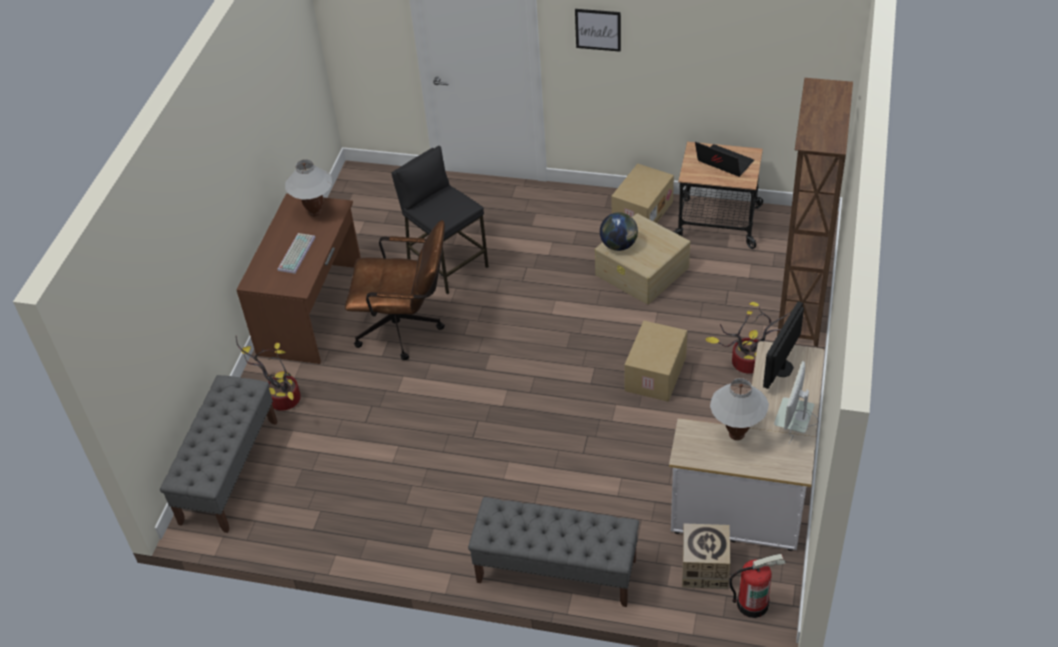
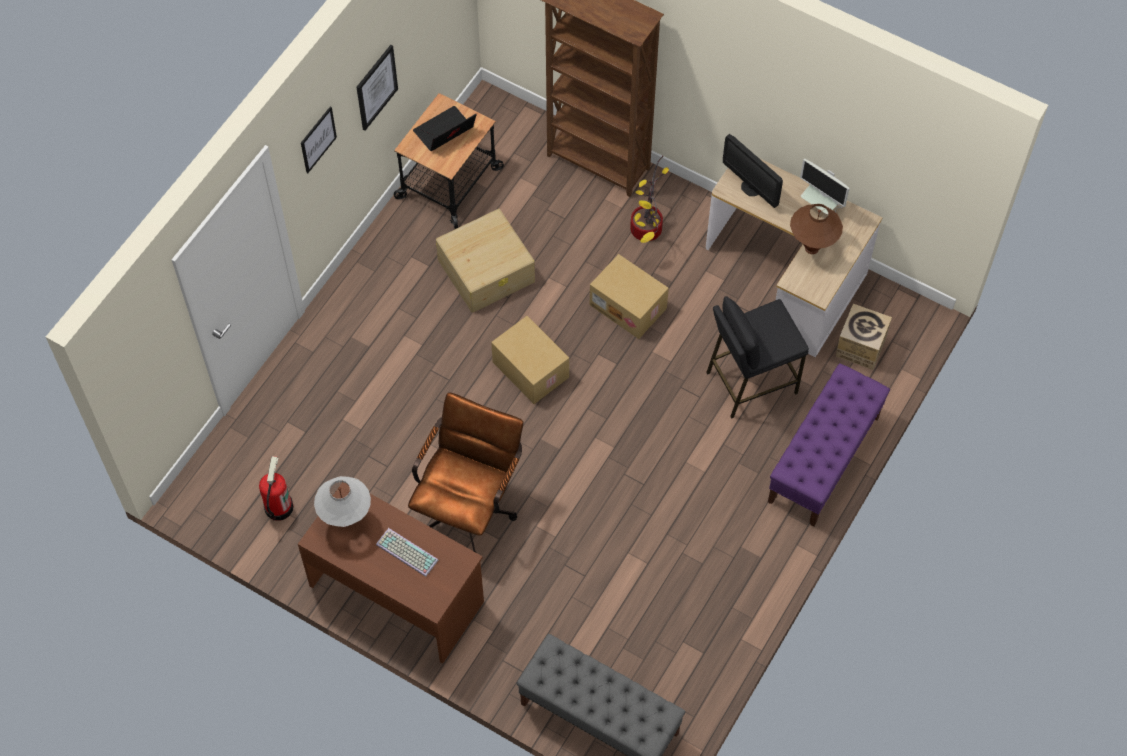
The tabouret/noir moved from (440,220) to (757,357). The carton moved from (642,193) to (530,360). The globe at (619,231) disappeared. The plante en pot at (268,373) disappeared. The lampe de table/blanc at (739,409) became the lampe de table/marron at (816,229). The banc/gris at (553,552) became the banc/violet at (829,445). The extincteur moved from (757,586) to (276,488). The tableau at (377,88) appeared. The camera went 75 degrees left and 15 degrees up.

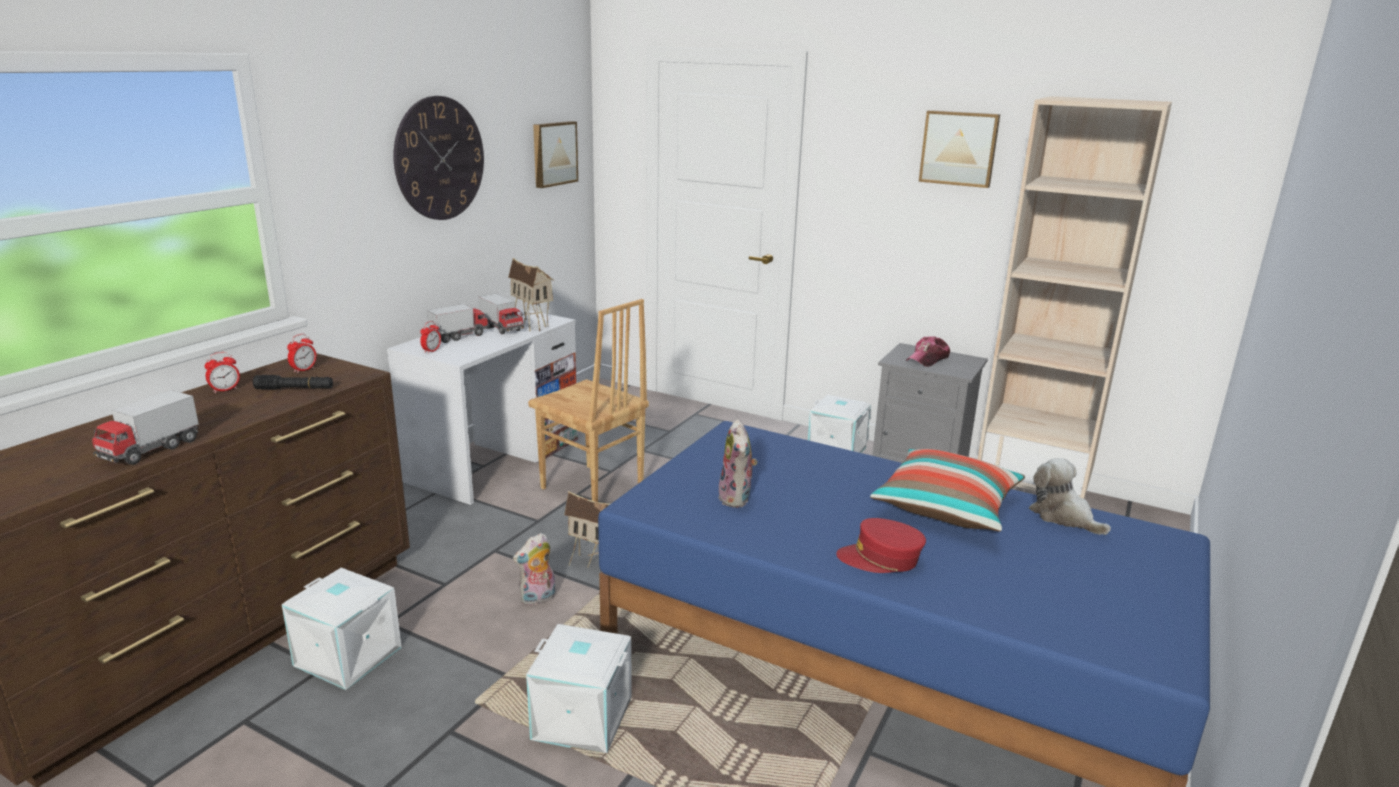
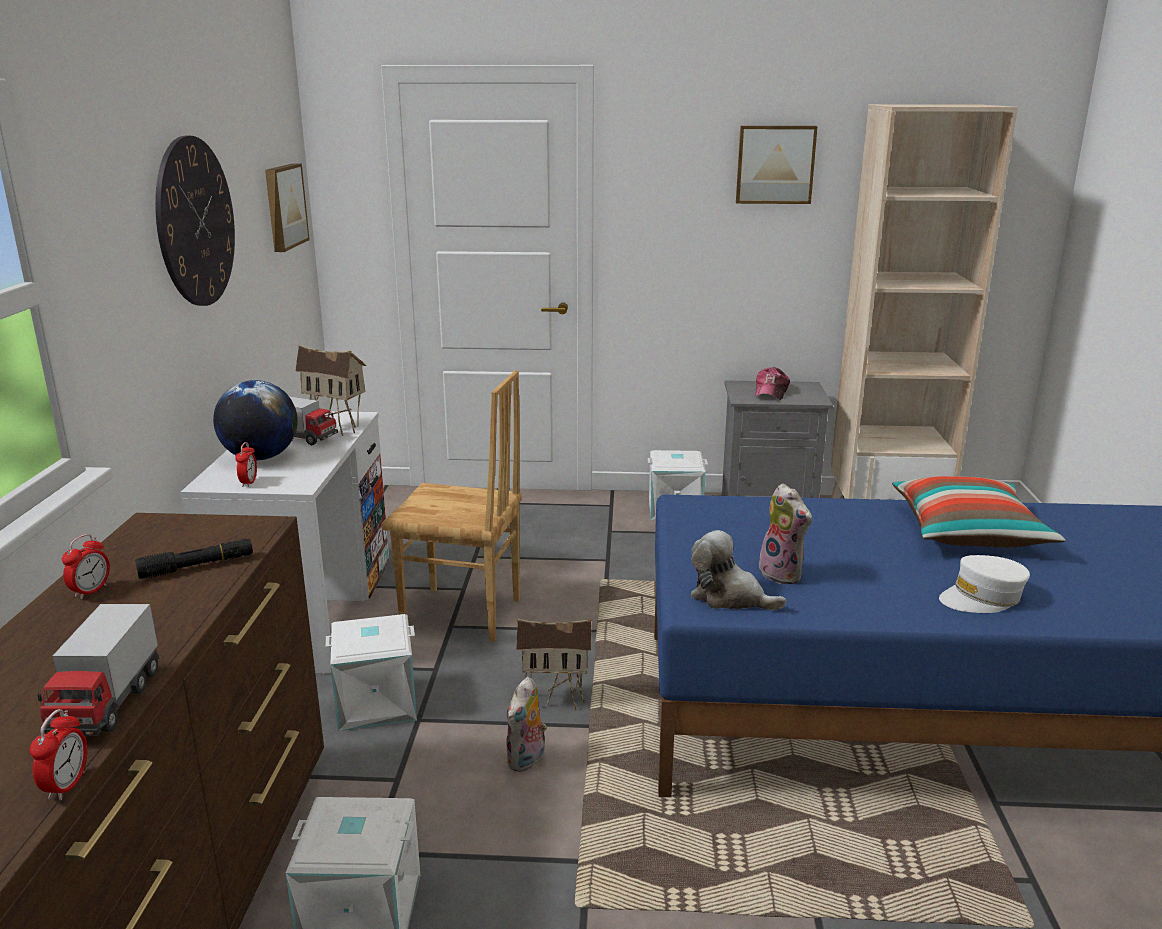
The camion jouet at (458,323) was replaced by the globe at (255,420). The réveil moved from (302,353) to (59,755). The peluche moved from (1070,496) to (738,570). The casquette/rouge at (881,545) became the casquette/blanc at (984,584). The boîte de rangement/blanc moved from (579,688) to (371,672). The camera went 25 degrees left and 0 degrees up.

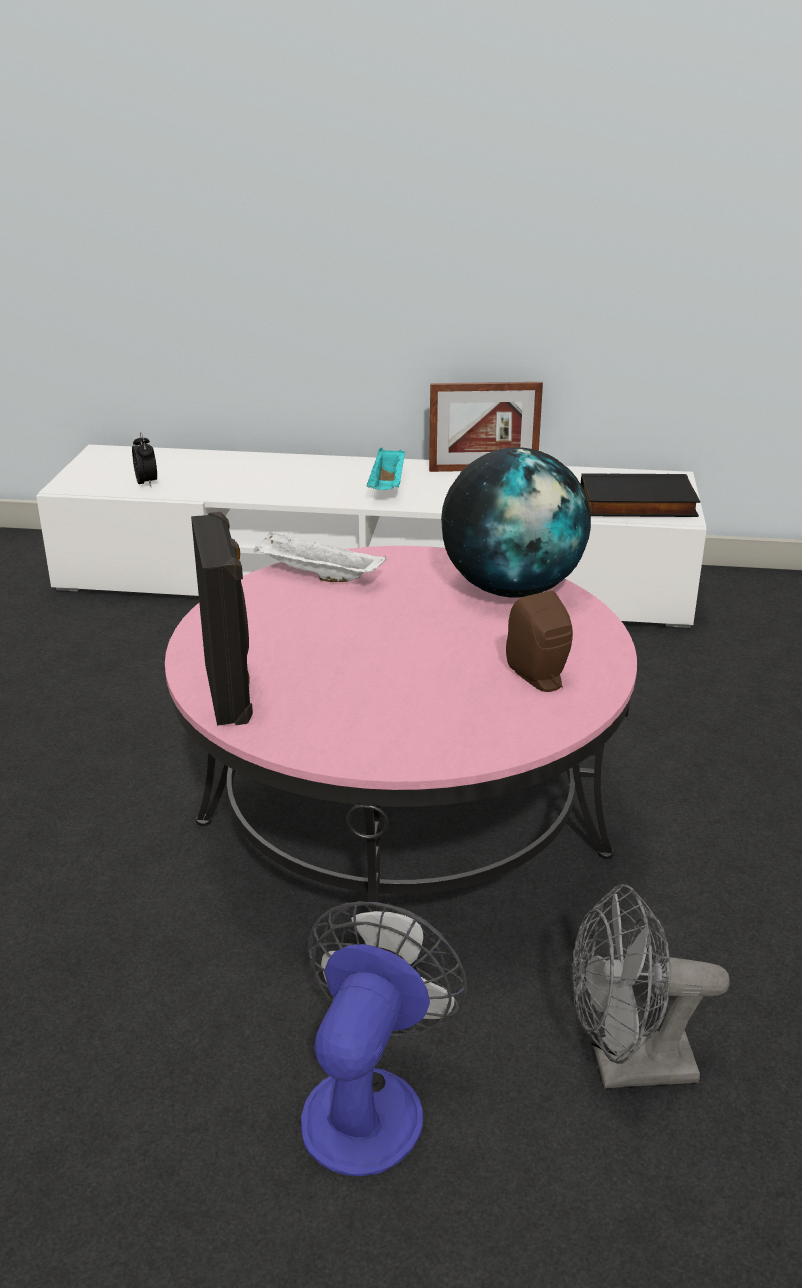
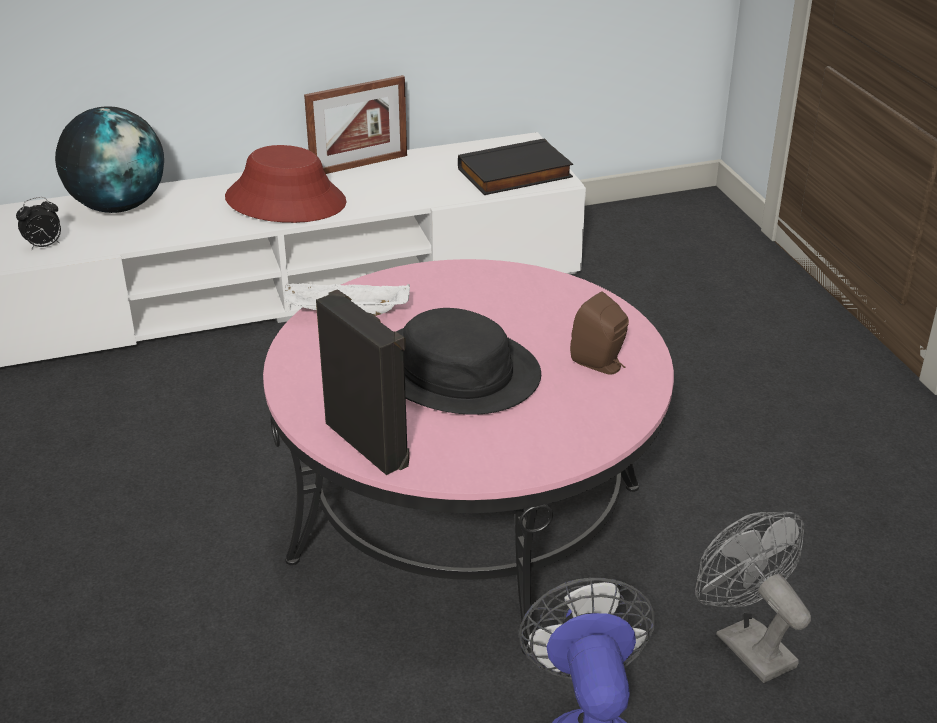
The réveil at (144,459) turned 105 degrees clockwise. The globe moved from (516,522) to (109,159). The plateau/turquoise at (386,469) was replaced by the chapeau/rouge at (286,184). The ventilateur/gris at (650,986) turned 90 degrees clockwise. The chapeau/noir at (468,361) appeared. The camera went 25 degrees left and 5 degrees up.

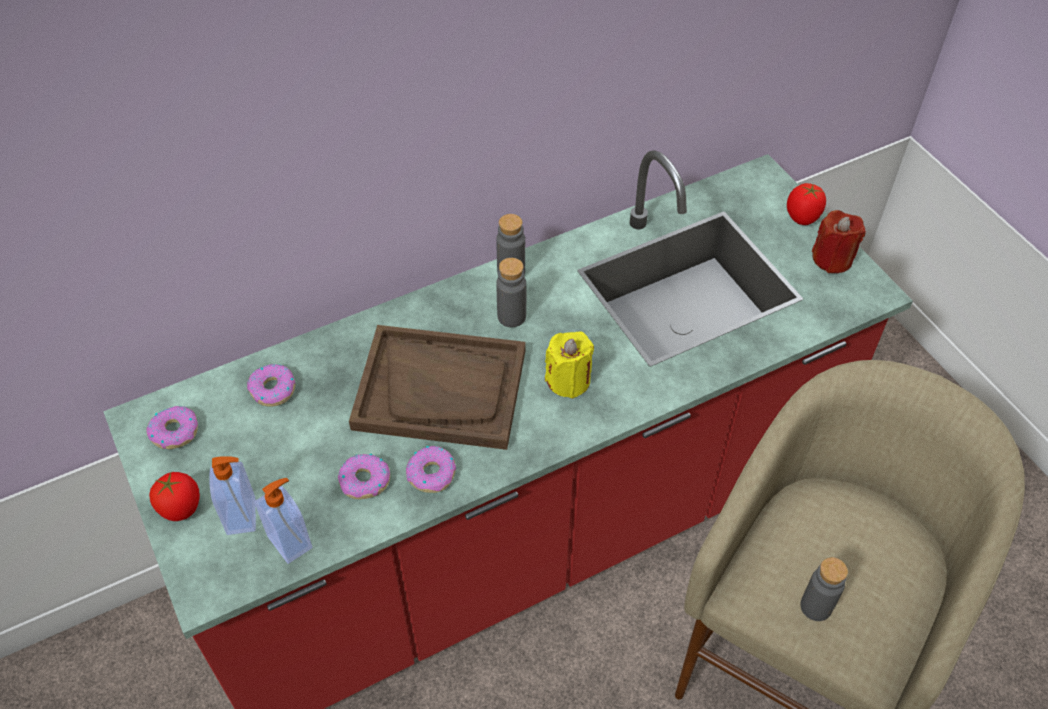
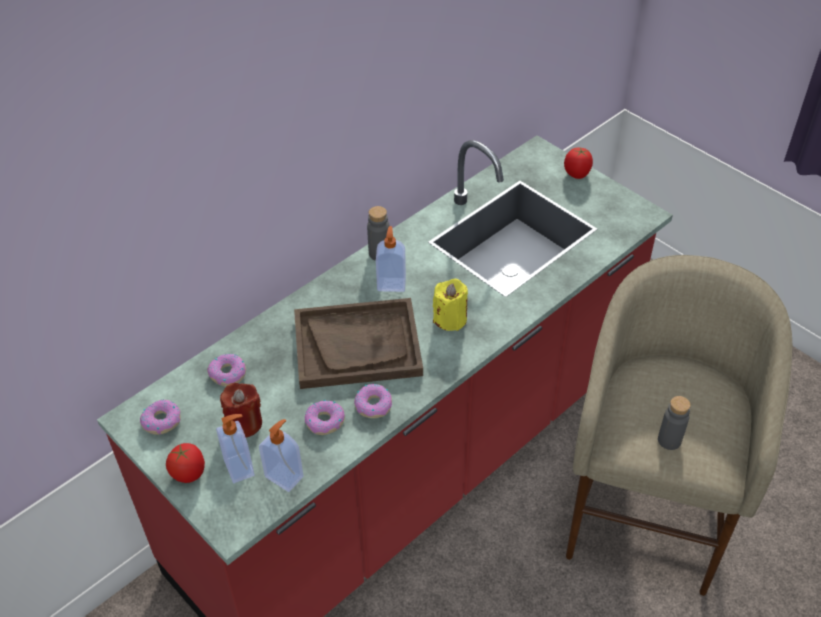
The bougie/rouge moved from (839,241) to (241,410). The bouteille/gris at (511,292) was replaced by the distributeur de savon at (391,259). The camera went 15 degrees left and 5 degrees down.

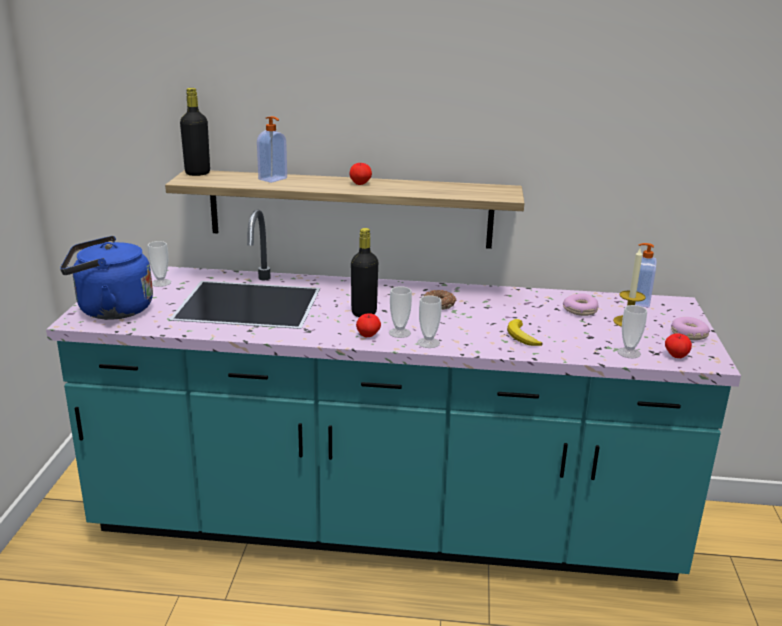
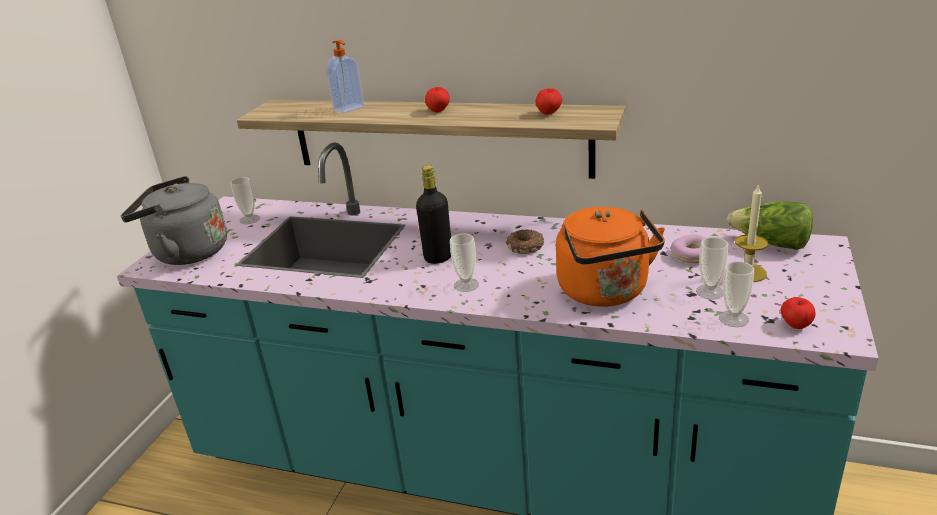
The bouteille/noir at (195,132) disappeared. The bouilloire/bleu at (106,278) became the bouilloire/gris at (174,220). The distributeur de savon at (645,275) was replaced by the laitue at (769,226). The tasse moved from (429,321) to (712,268). The pomme moved from (368,325) to (548,101). The beignet at (690,328) disappeared. The banane at (525,332) was replaced by the bouilloire/orange at (610,257). The camera went 15 degrees right and 5 degrees up.

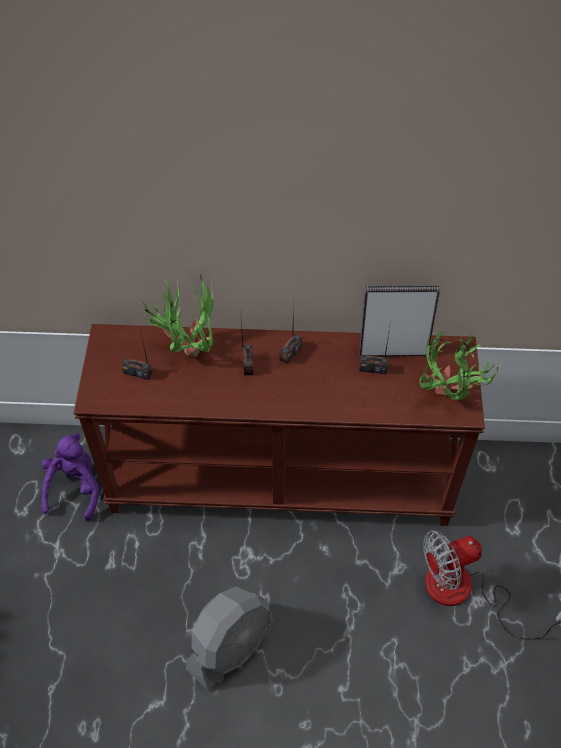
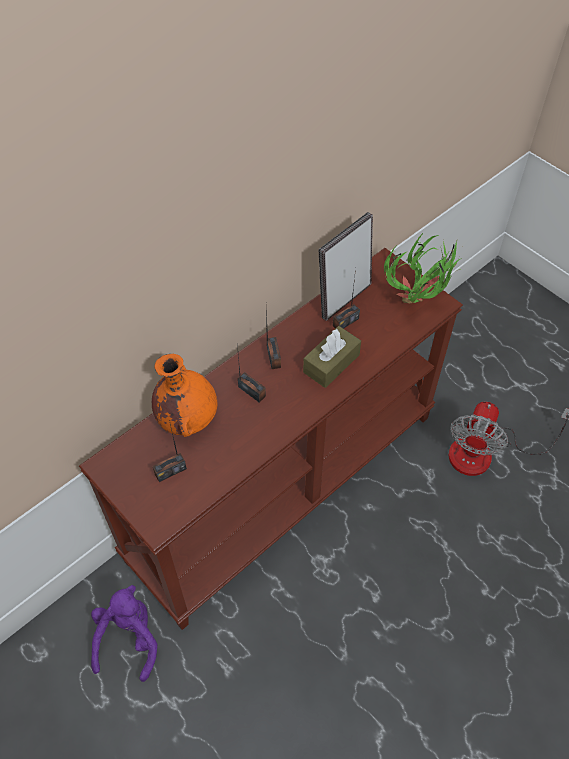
The plante en pot at (176,315) was replaced by the vase/orange at (185,395). The peluche/violet at (70,477) turned 45 degrees clockwise. The ventilateur/gris at (230,639) disappeared. The boîte à mouchoirs/marron at (332,357) appeared. The camera went 45 degrees left and 0 degrees up.

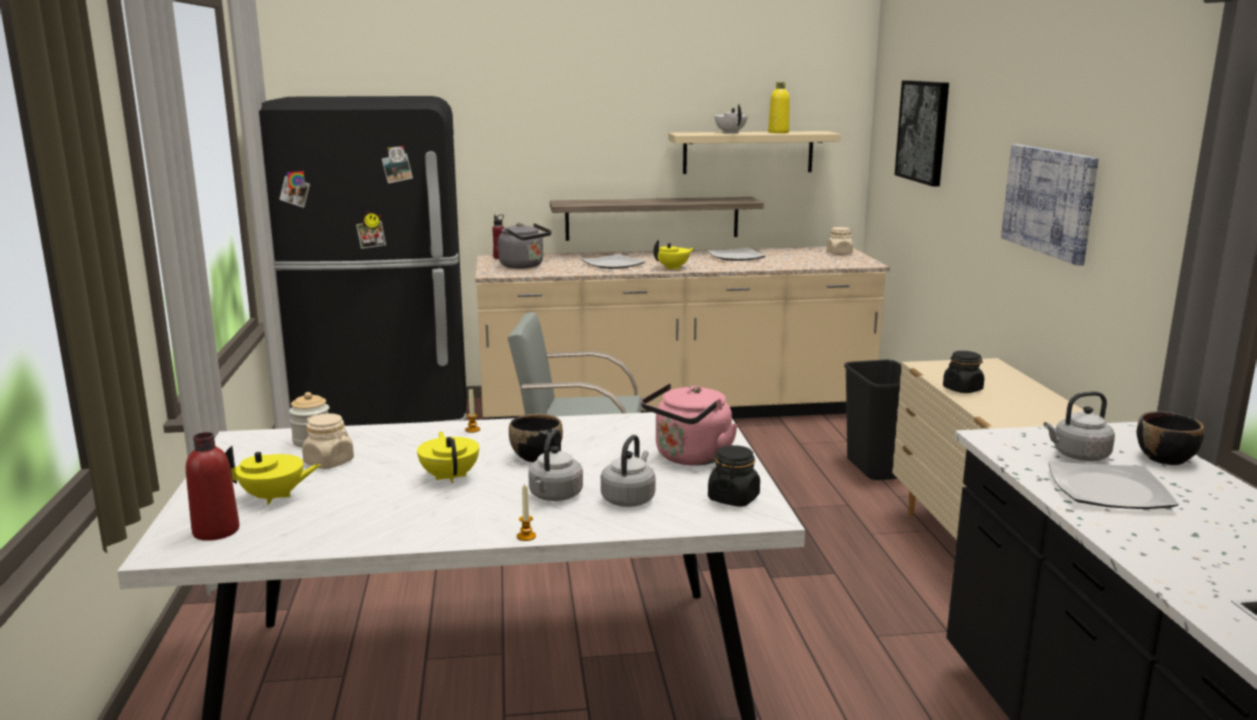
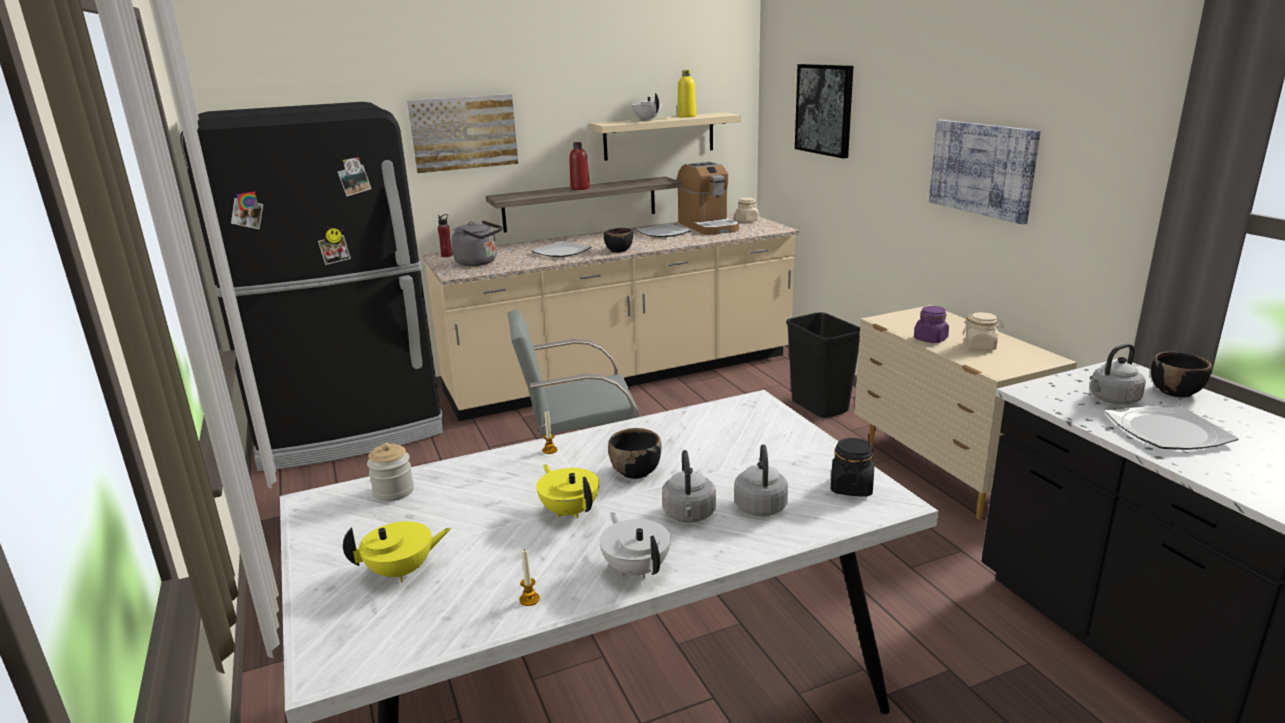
The théière/jaune at (673,255) was replaced by the bol/noir at (618,240). The bocal/noir at (963,372) became the bocal/violet at (931,324). The bouilloire/rose at (689,424) disappeared. The bocal/beige moved from (328,441) to (983,331). The bouteille/rouge moved from (212,486) to (579,166). The bougie moved from (526,513) to (529,578). The tableau at (462,133) appeared. The machine à café at (708,198) appeared. The théière/blanc at (635,545) appeared. The camera went 15 degrees left and 5 degrees up.

